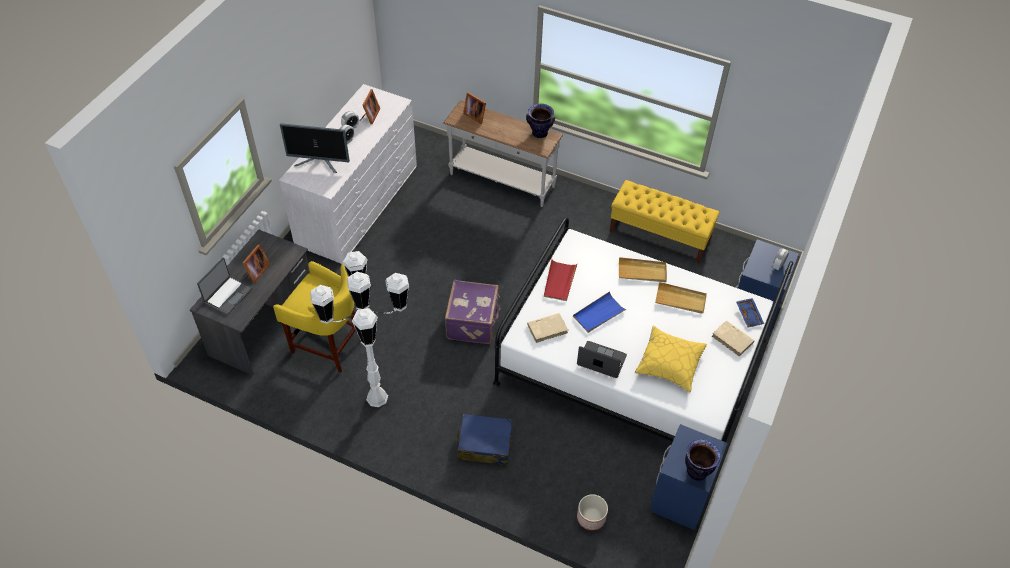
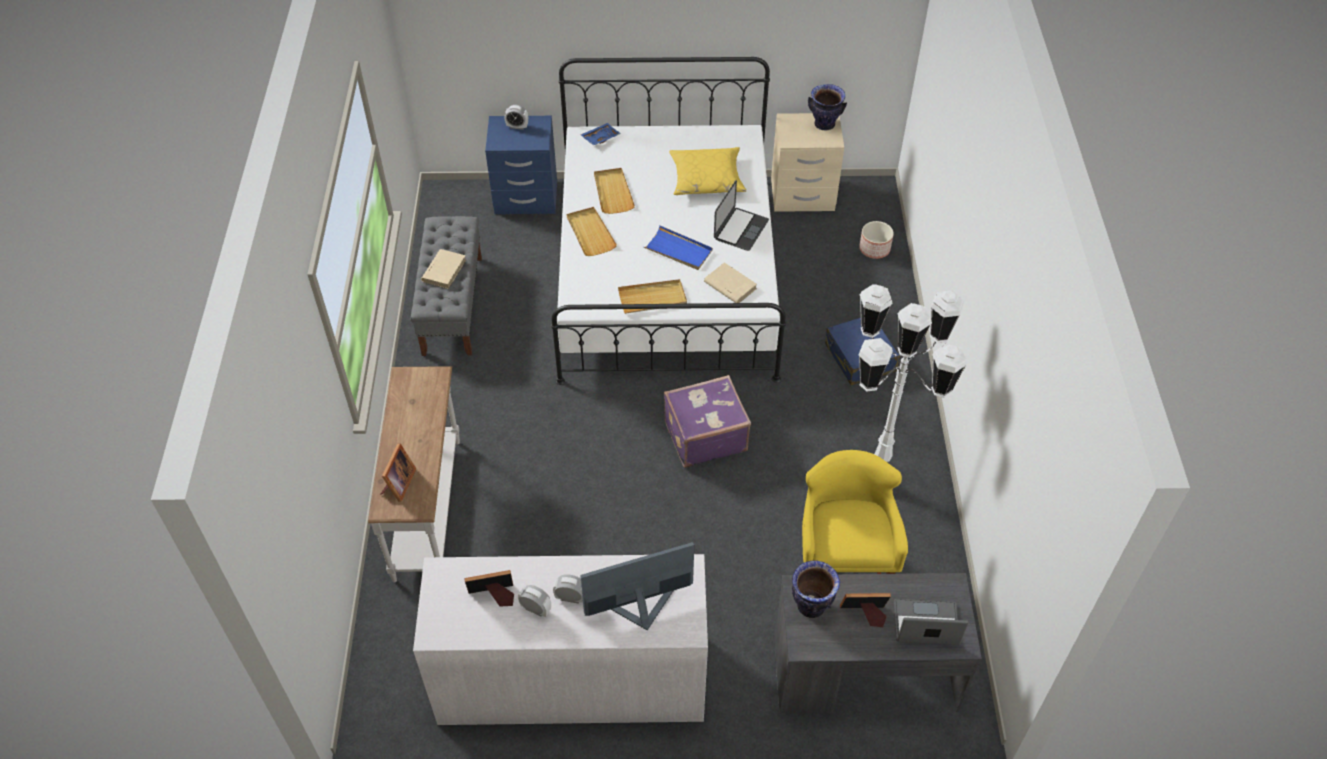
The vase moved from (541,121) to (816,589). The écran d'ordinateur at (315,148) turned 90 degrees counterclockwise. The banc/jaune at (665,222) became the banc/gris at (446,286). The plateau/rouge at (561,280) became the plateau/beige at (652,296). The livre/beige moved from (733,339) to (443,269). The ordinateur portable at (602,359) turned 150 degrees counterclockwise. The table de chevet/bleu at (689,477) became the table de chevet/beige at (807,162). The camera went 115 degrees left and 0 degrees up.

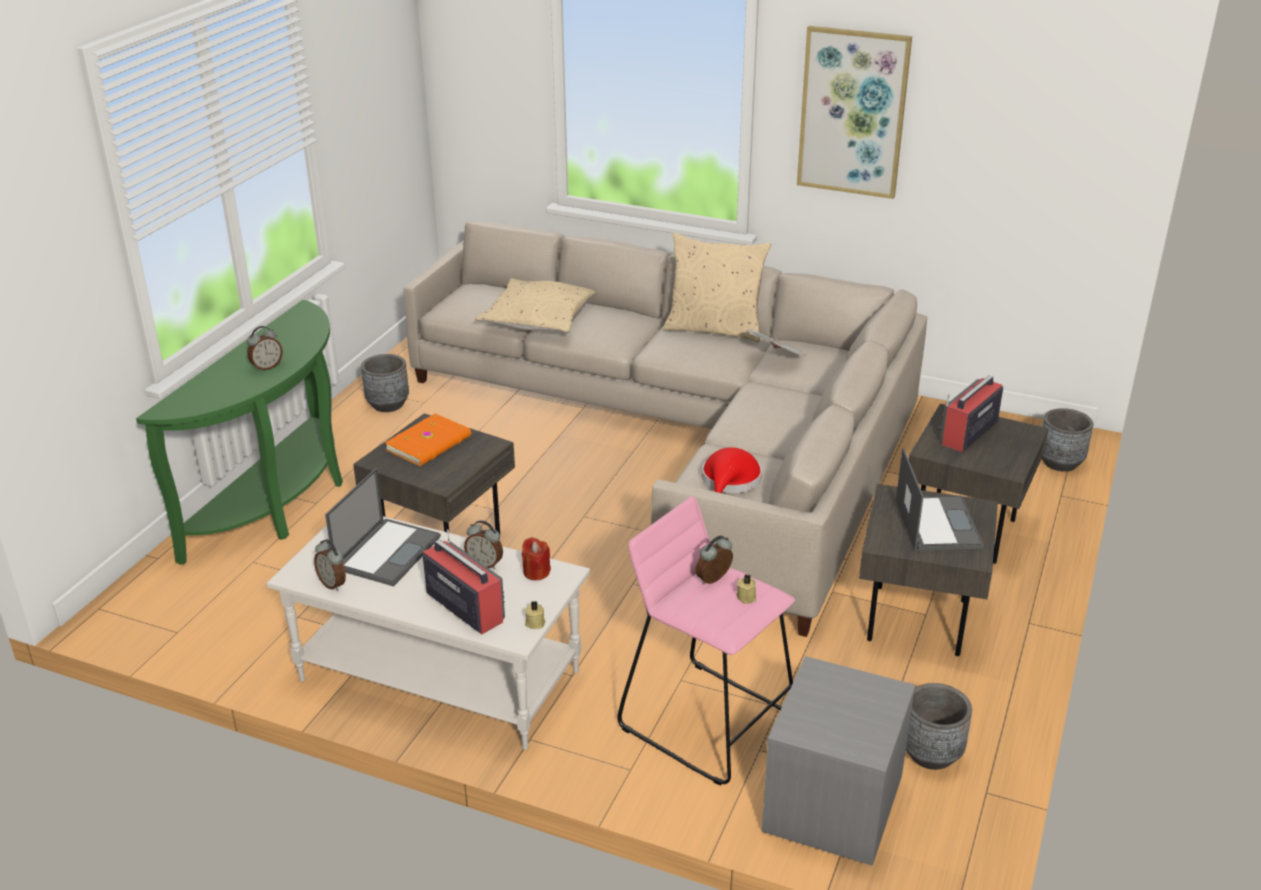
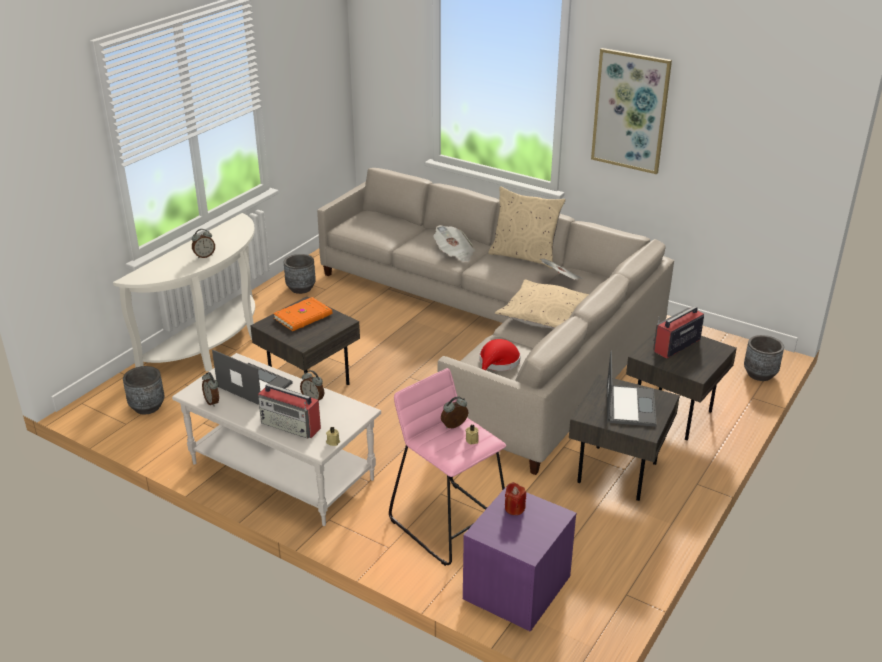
The coussin/beige moved from (535,305) to (542,304). The table console/vert at (239,432) became the table console/blanc at (184,292). The ordinateur portable at (383,527) turned 90 degrees counterclockwise. The radio at (464,581) turned 150 degrees clockwise. The bougie/rouge moved from (536,558) to (515,498). The table de chevet/gris at (839,761) became the table de chevet/violet at (520,559). The cache-pot/gris moved from (939,726) to (143,390). The journal at (454,244) appeared. The camera went 10 degrees right and 0 degrees up.

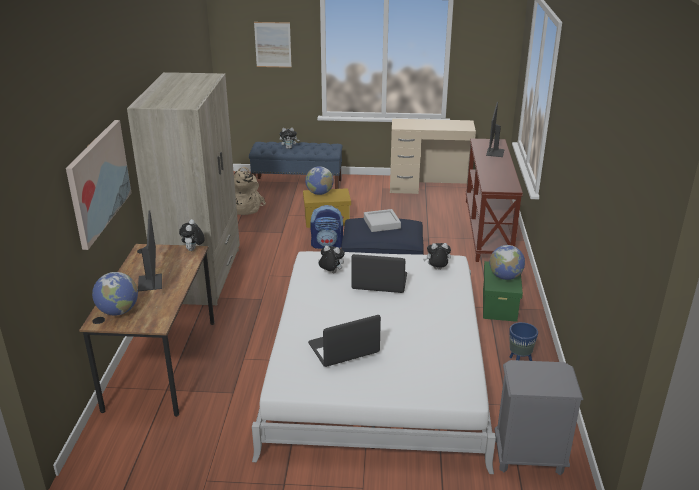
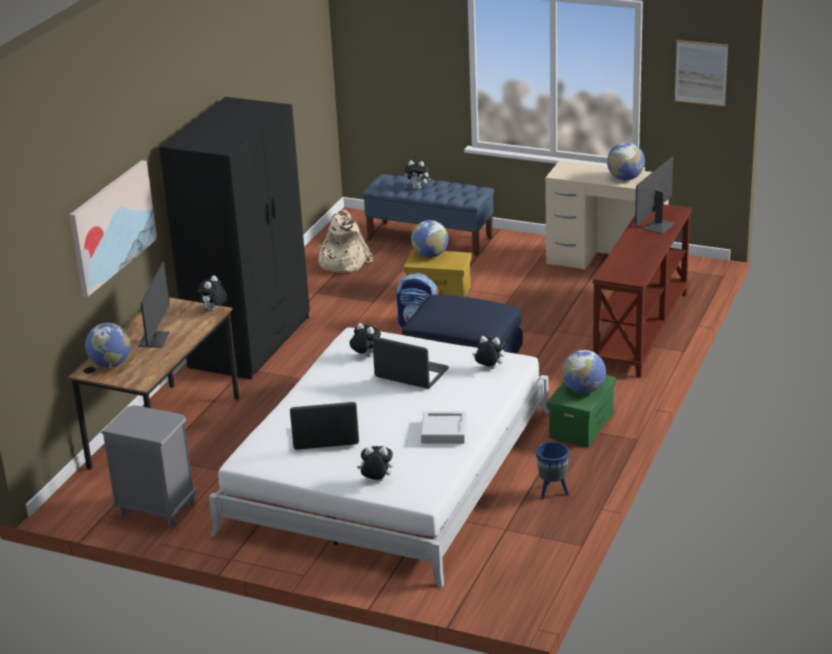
The tableau moved from (273,45) to (701,73). The armoire/beige at (183,188) became the armoire/noir at (234,238). The plateau/gris moved from (382,220) to (444,427). The table de chevet/gris moved from (539,417) to (148,466). The globe at (626,162) appeared. The peluche at (375,463) appeared. The camera went 20 degrees right and 0 degrees up.

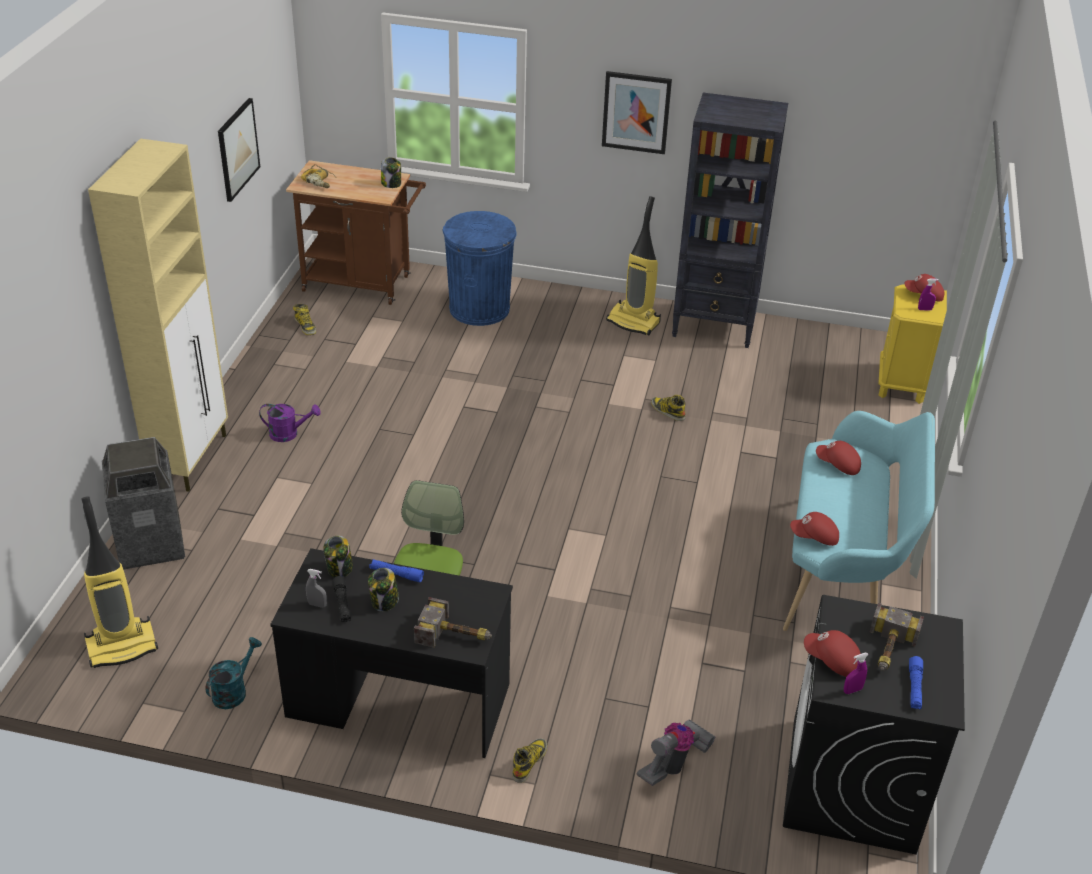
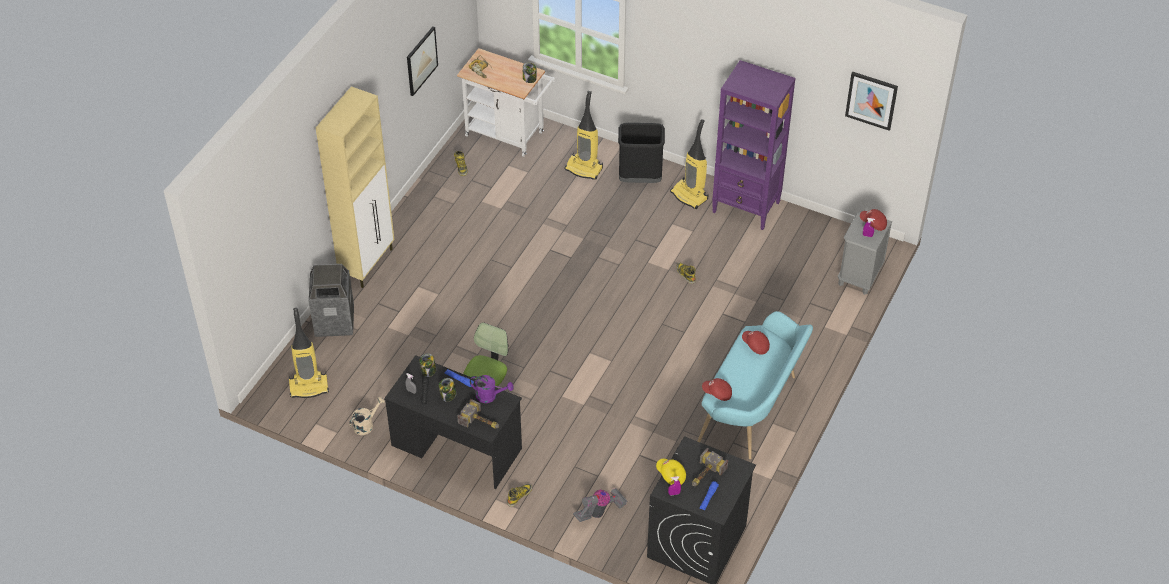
The tableau moved from (637,112) to (871,101). The bibliothèque/noir at (730,220) became the bibliothèque/violet at (753,145). The chariot/marron at (356,232) became the chariot/blanc at (506,102). The poubelle/bleu at (479,268) was replaced by the aspirateur at (584,135). The table de chevet/jaune at (912,344) became the table de chevet/gris at (865,253). The arrosoir/violet moved from (290,423) to (492,389). The casquette/rouge at (832,653) became the casquette/jaune at (671,472). The arrosoir/turquoise at (234,673) became the arrosoir/beige at (367,416). The poubelle/noir at (641,153) appeared. The camera went 15 degrees right and 10 degrees up.

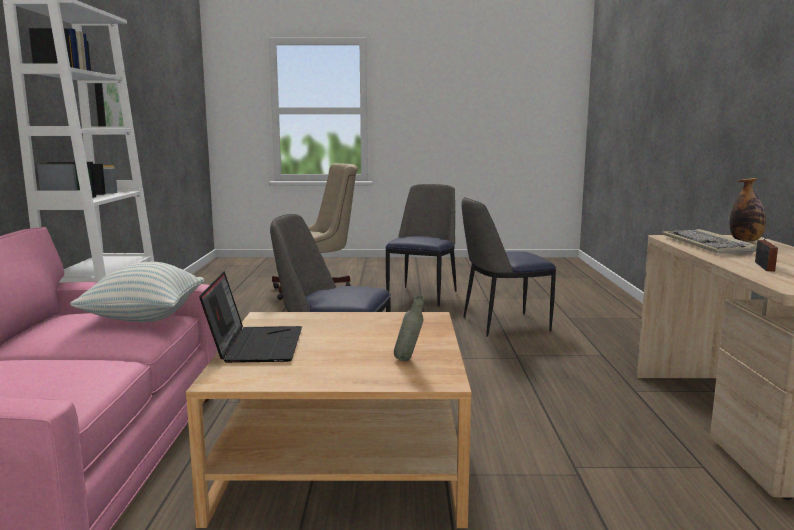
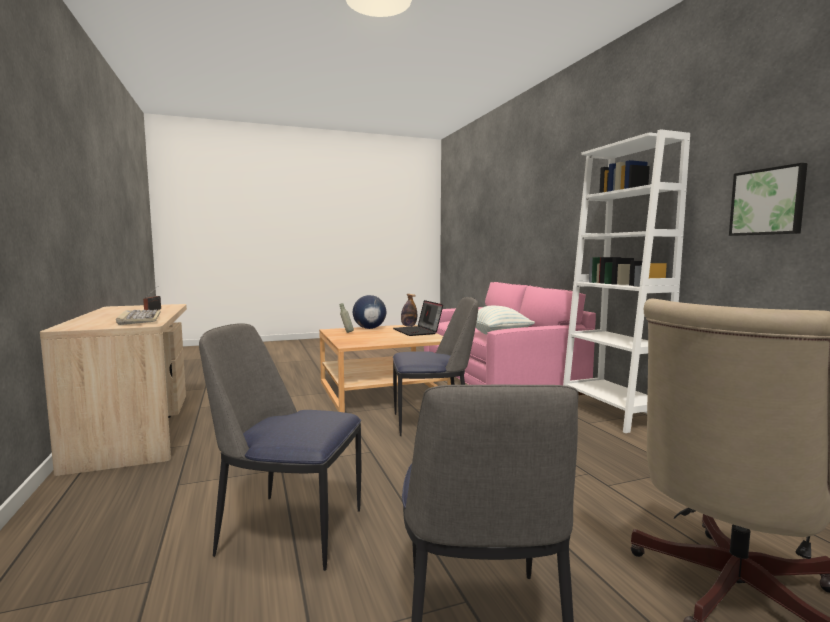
The bouteille moved from (748,210) to (409,310). The chaise at (509,267) turned 135 degrees counterclockwise. The globe at (369,312) appeared. The camera went 160 degrees right and 5 degrees down.

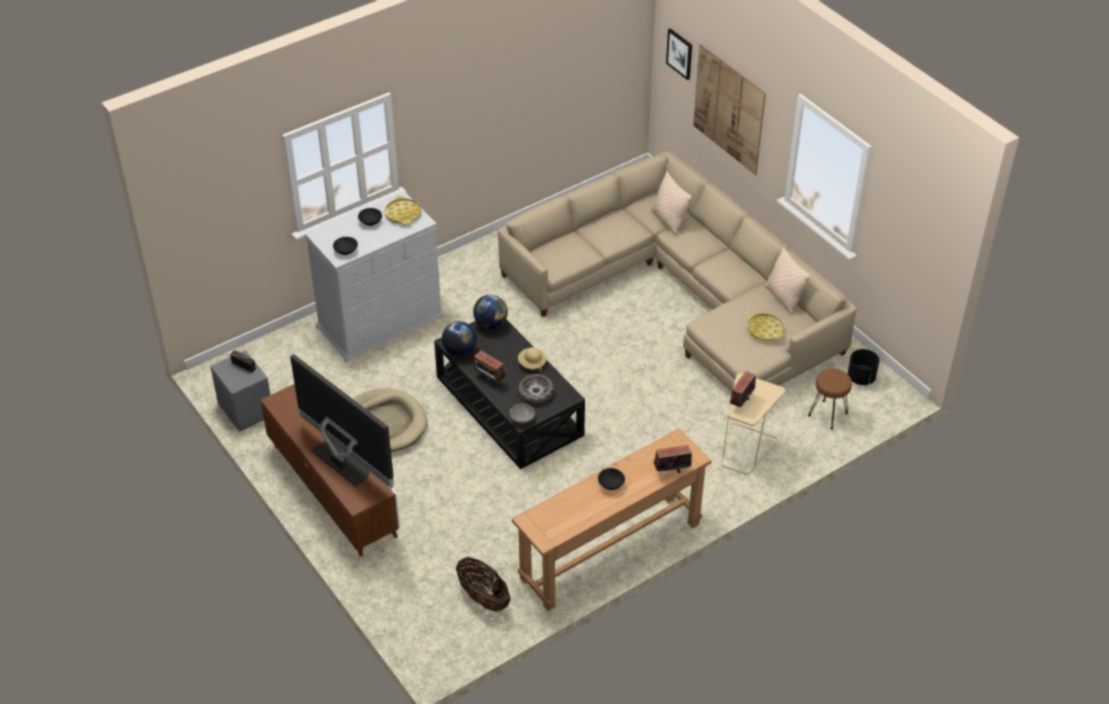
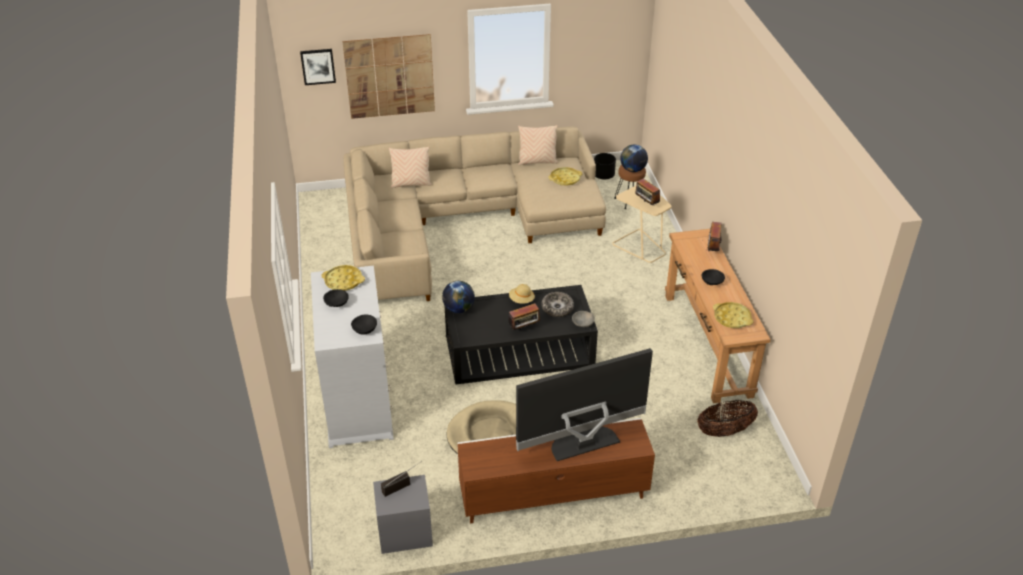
The globe moved from (459,338) to (634,158). The plateau/jaune at (733,315) appeared. The camera went 65 degrees left and 5 degrees down.

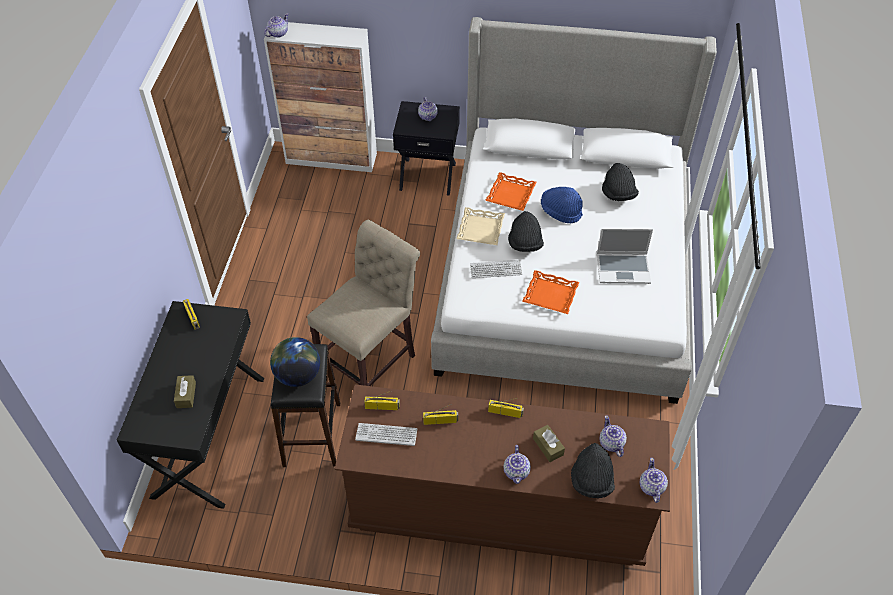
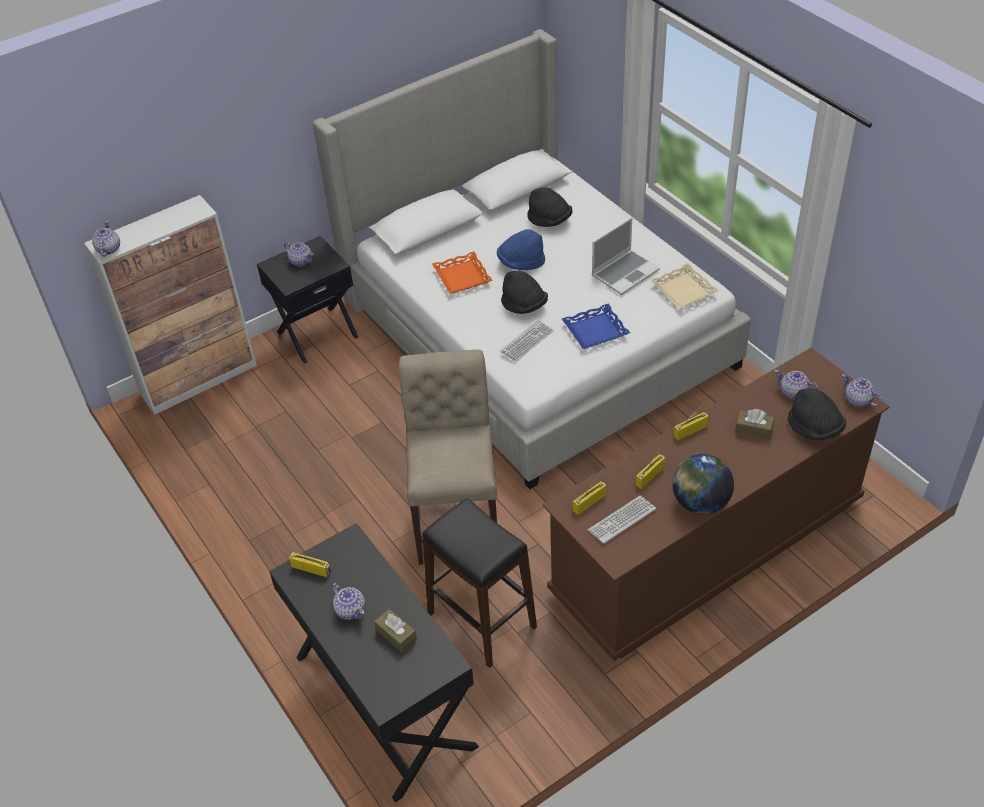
The plateau/beige moved from (481,226) to (684,285). The plateau/orange at (550,292) became the plateau/bleu at (596,326). The globe moved from (295,362) to (703,484). The théière moved from (517,464) to (348,601). The camera went 40 degrees left and 5 degrees down.

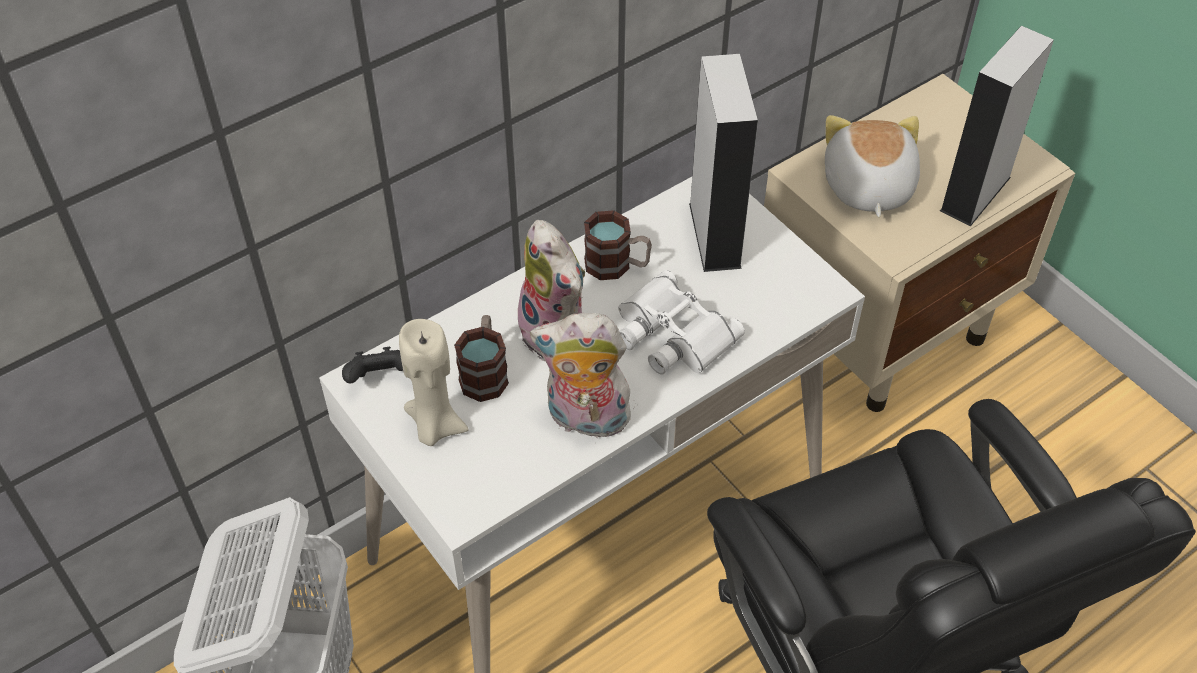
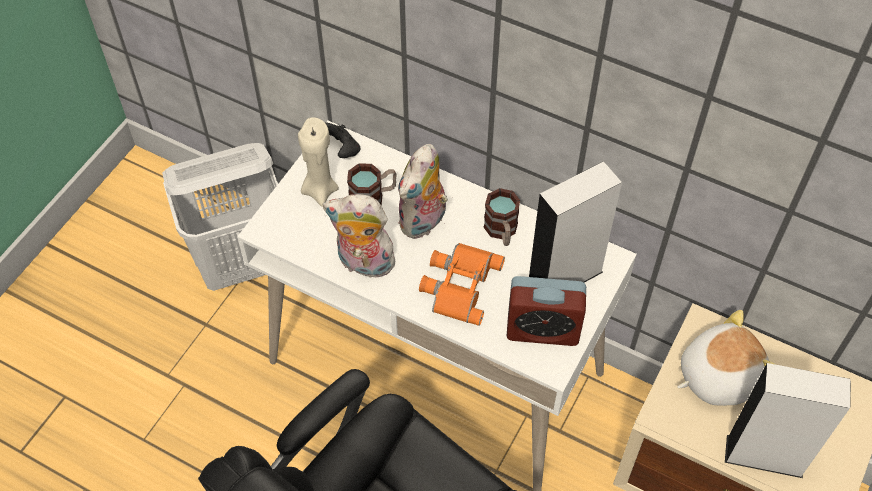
The jumelles/blanc at (681,322) became the jumelles/orange at (462,284). The peluche at (582,376) turned 60 degrees counterclockwise. The réveil at (546,311) appeared. The camera went 65 degrees right and 5 degrees up.

